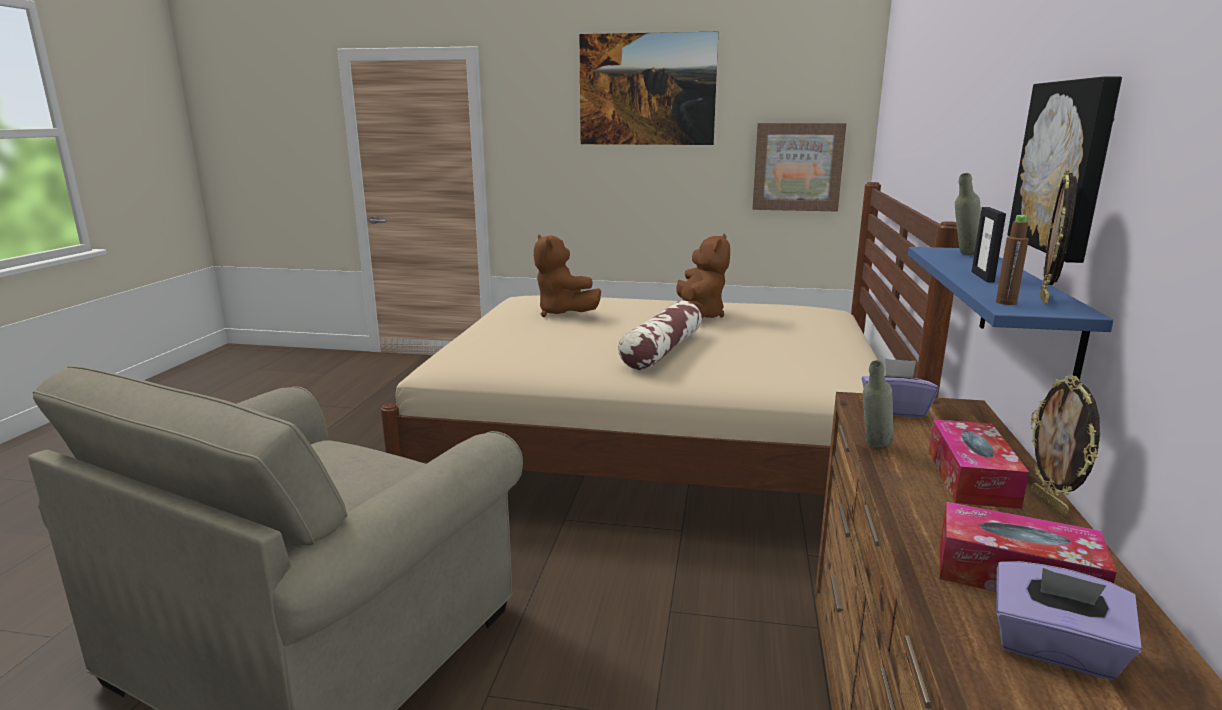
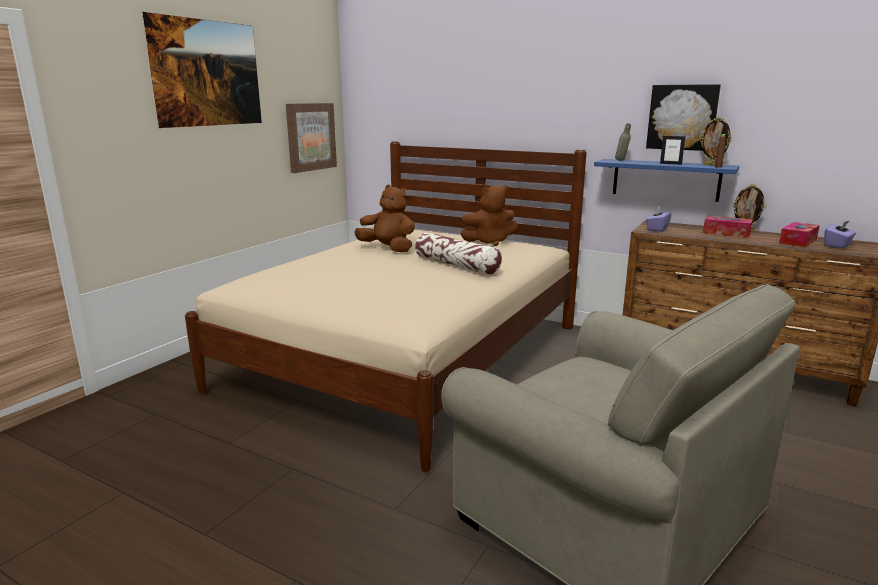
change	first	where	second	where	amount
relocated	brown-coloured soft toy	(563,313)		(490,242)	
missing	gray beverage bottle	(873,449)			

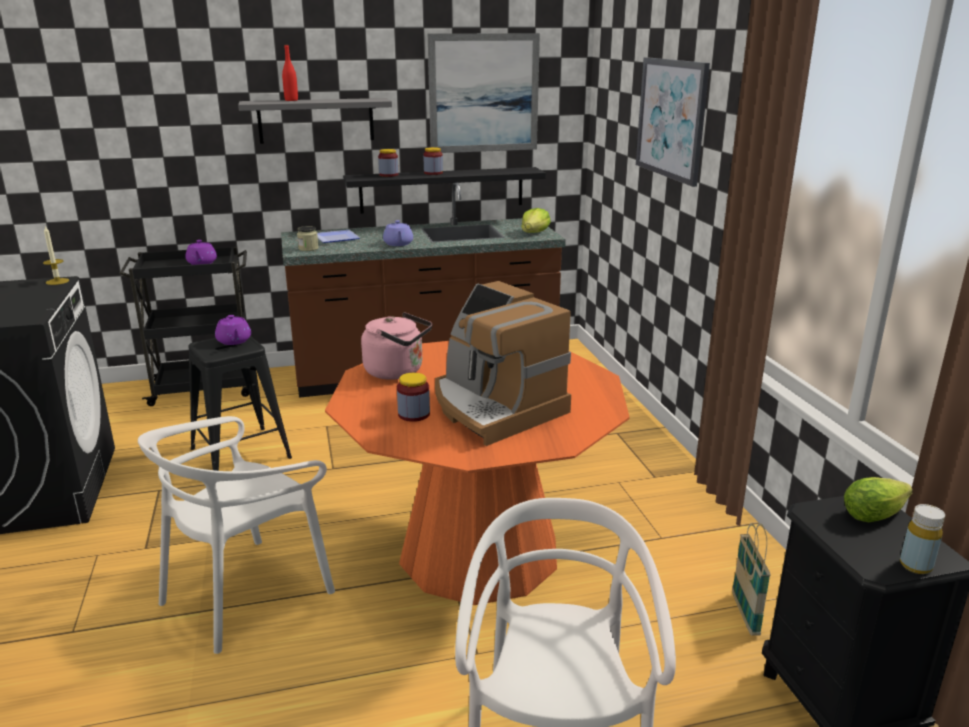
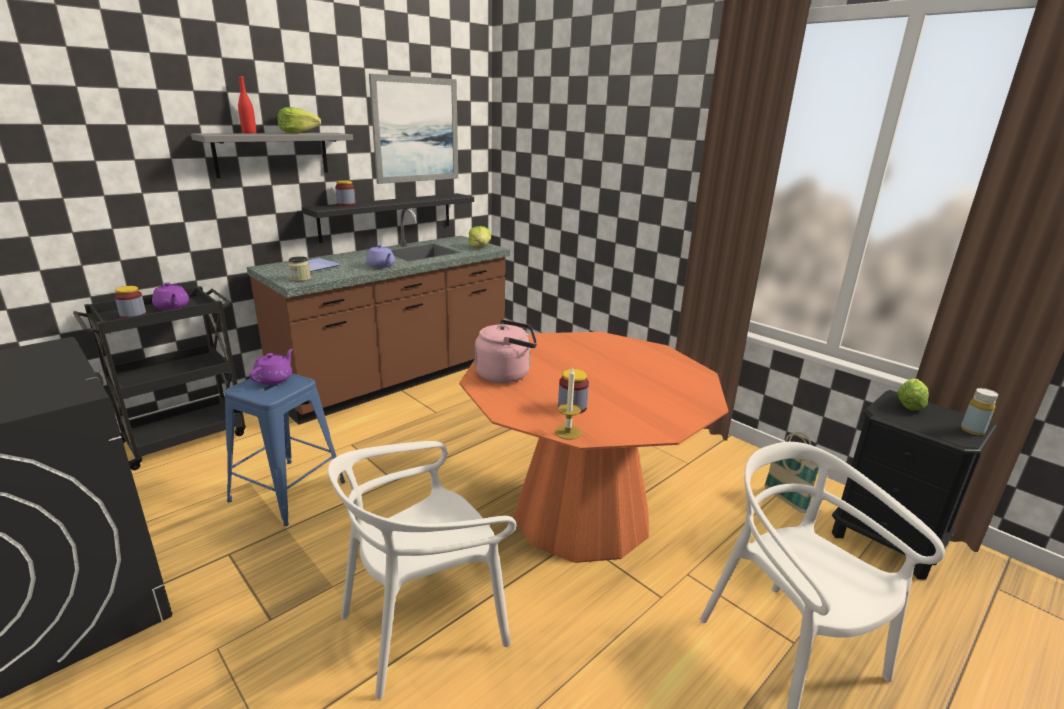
change	first	where	second	where	amount
missing	wall picture	(671,119)			
relocated	jar	(433,173)		(133,315)	
relocated	candle	(57,281)		(568,432)	
missing	coffee machine	(494,408)			
spun	purple-coloured tea pot	(234,341)		(274,379)	105 degrees counterclockwise
colour	blackish stool seat	(240,453)	blue-coloured stool seat	(288,491)	
spun	white plain chair	(246,593)		(424,624)	45 degrees clockwise
appeared			head of lettuce	(298,133)	

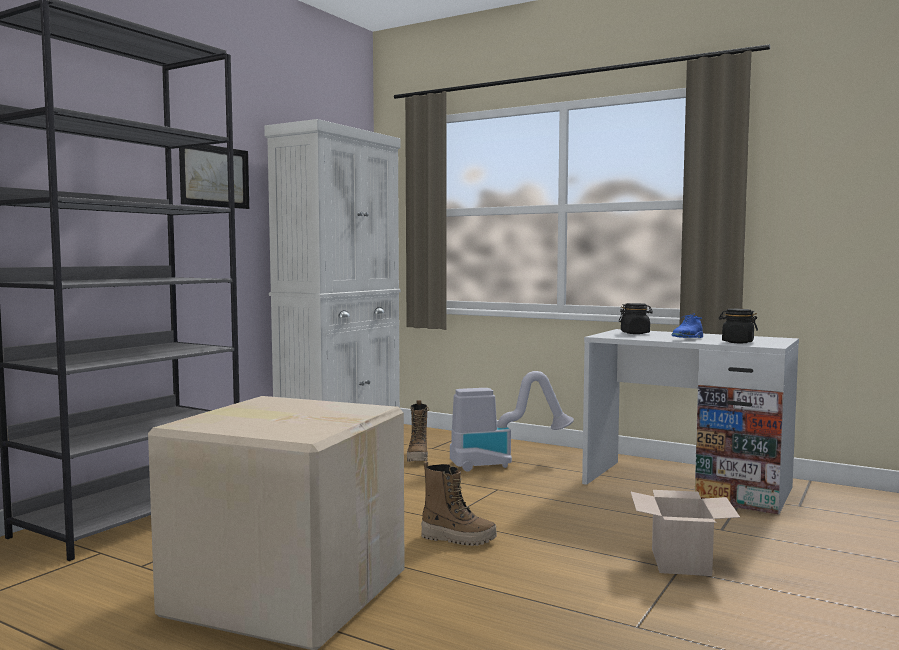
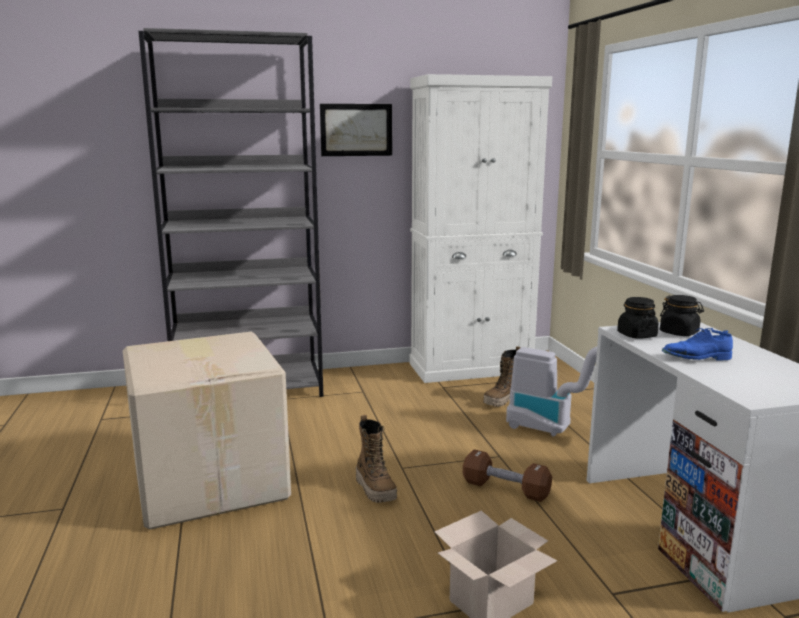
change	first	where	second	where	amount
relocated	blackish jar	(737,342)		(636,335)	
appeared			brown-coloured free weight	(505,489)	

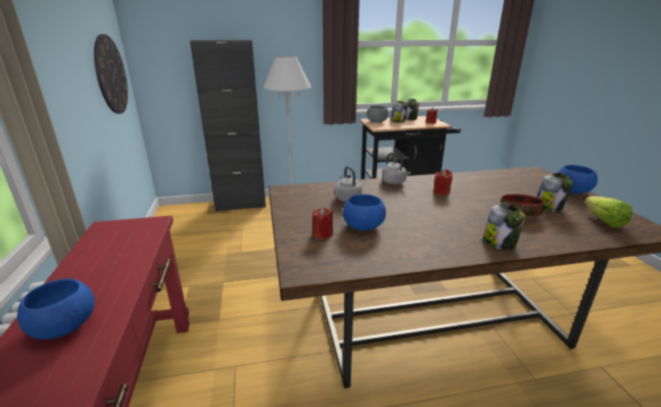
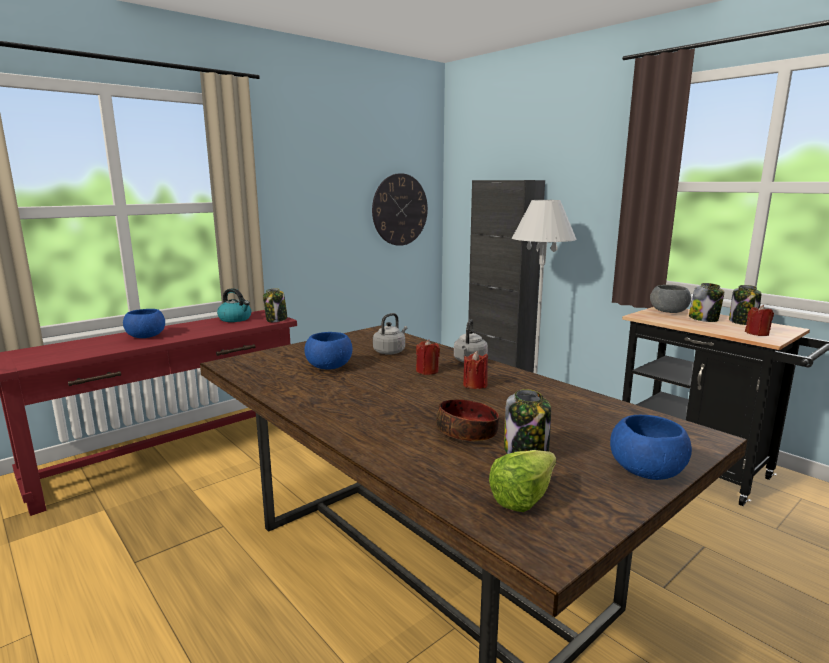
change	first	where	second	where	amount
relocated	jar	(499,243)		(276,320)	
relocated	red-coloured candle	(322,234)		(427,371)	
appeared			water kettle	(235,319)	

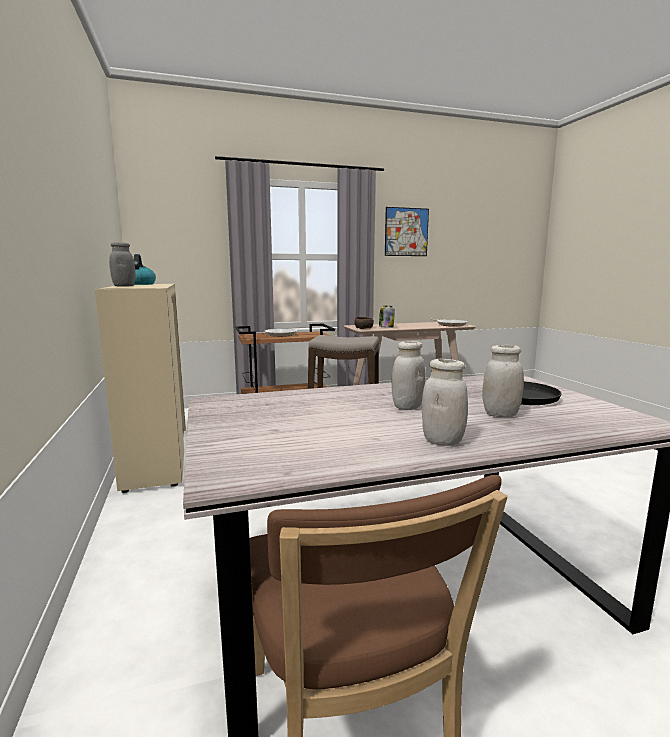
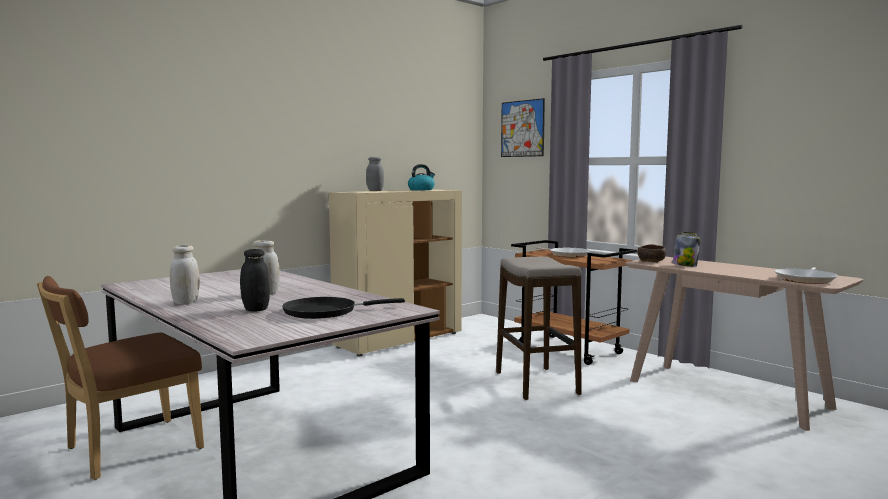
change	first	where	second	where	amount
relocated	wall picture	(406,232)		(522,128)	
colour	white jar	(500,414)	blackish jar	(255,309)	

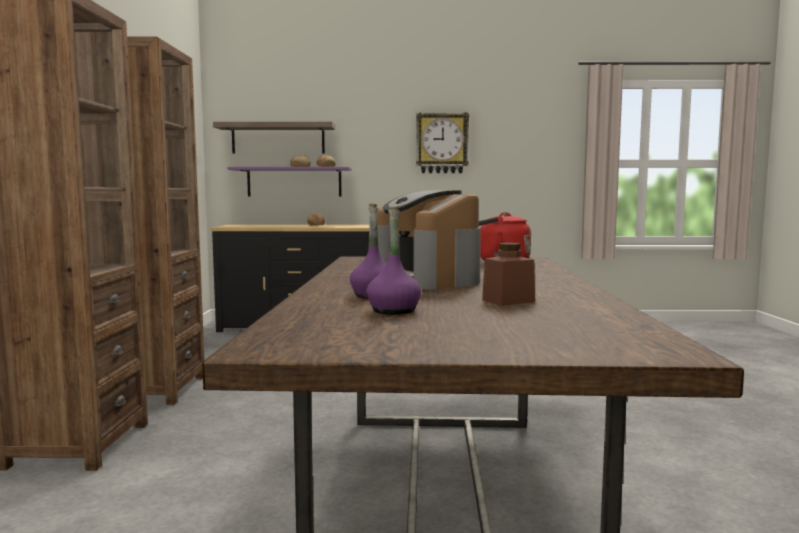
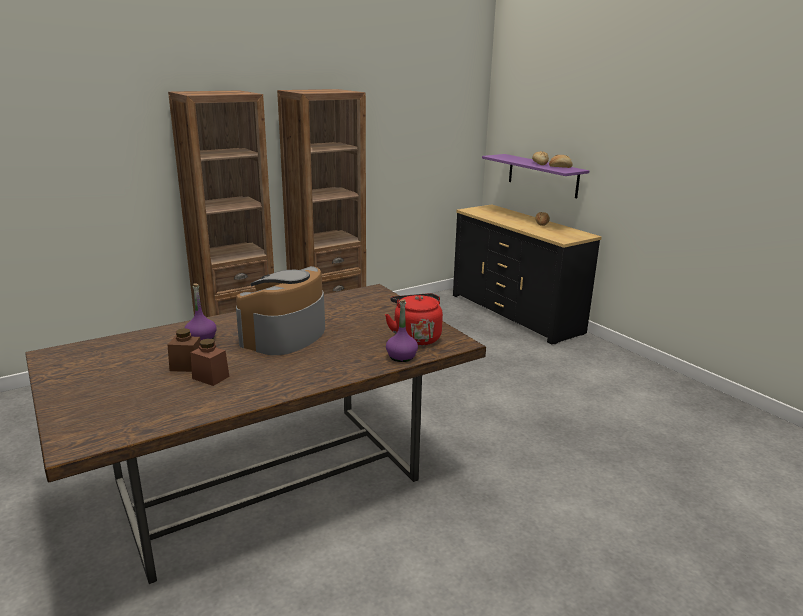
change	first	where	second	where	amount
missing	hanging clock	(442,143)			
missing	wall shelf	(278,139)			
relocated	purple-coloured beverage bottle	(393,310)		(401,357)	
appeared			brown-coloured jar	(187,366)	

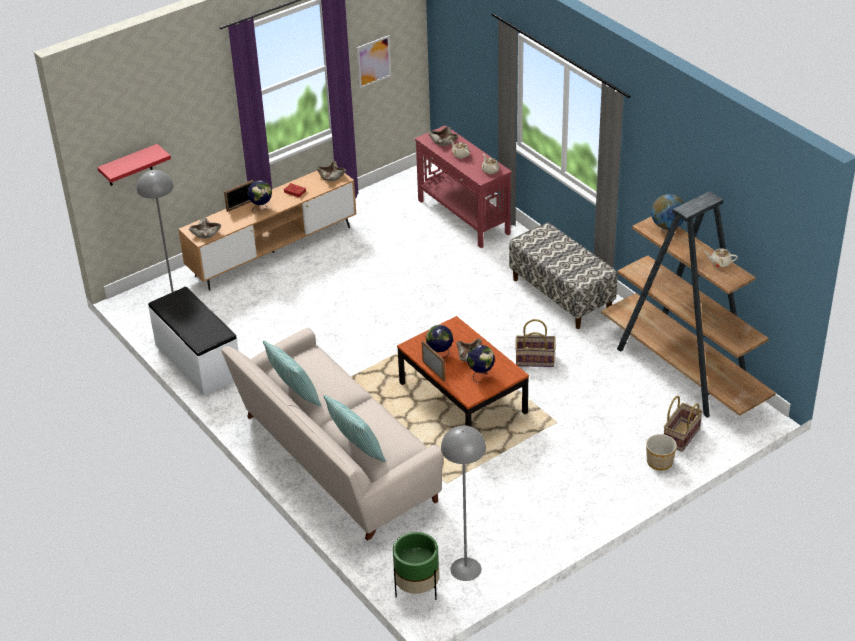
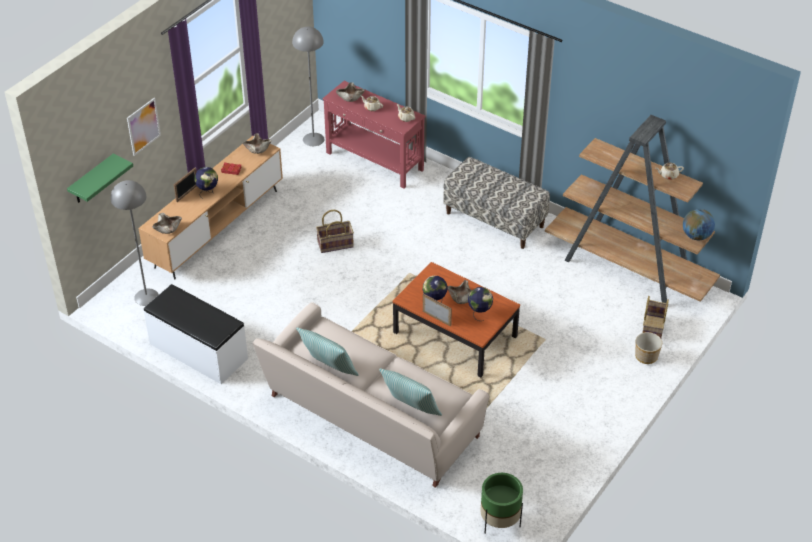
change	first	where	second	where	amount
relocated	wall picture	(373,61)		(143,126)	
colour	red-coloured wall shelf	(129,166)	green-coloured wall shelf	(92,180)	
relocated	world globe	(667,226)		(696,236)	
relocated	household basket	(535,359)		(335,244)	
relocated	gray floor lamp	(466,569)		(313,139)	

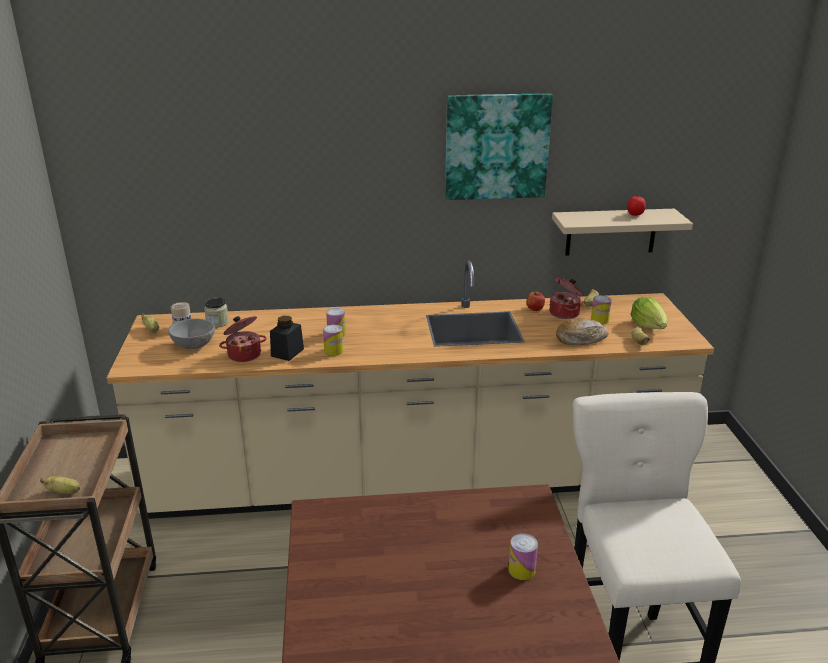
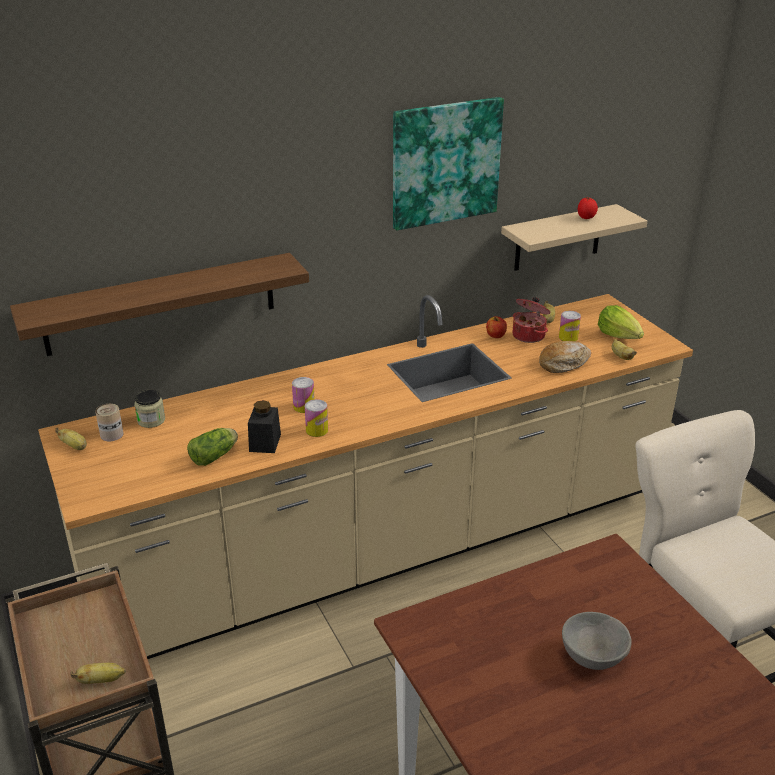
change	first	where	second	where	amount
exchanged	stockpot	(244,354)	head of lettuce	(215,456)	
relocated	gray serving bowl	(194,345)		(592,656)	
missing	can	(521,570)			
appeared			wall shelf	(161,304)	

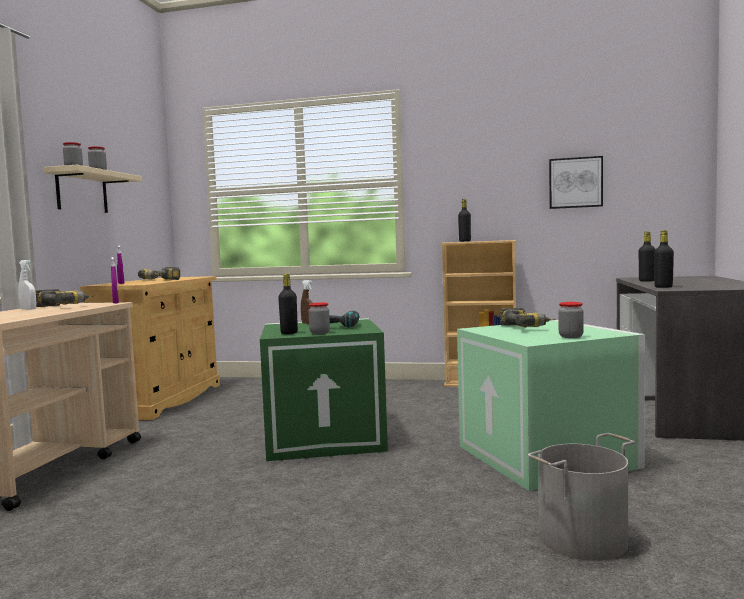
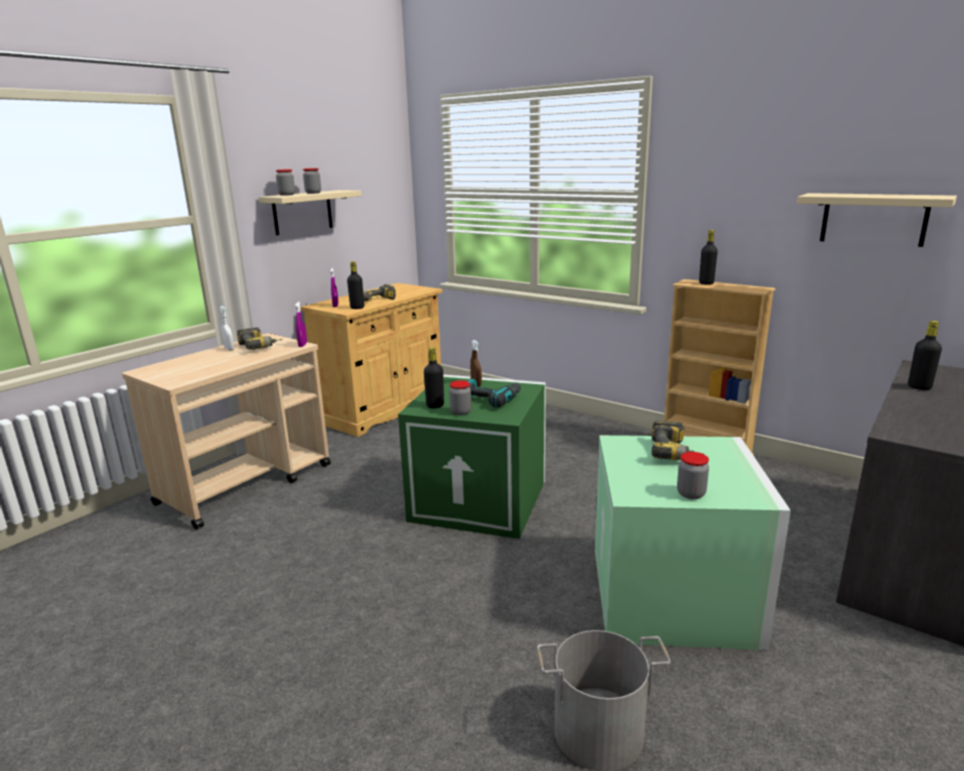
change	first	where	second	where	amount
exchanged	wall picture	(575,183)	sand-coloured wall shelf	(873,219)	
relocated	blackish beverage bottle	(663,287)		(357,308)	

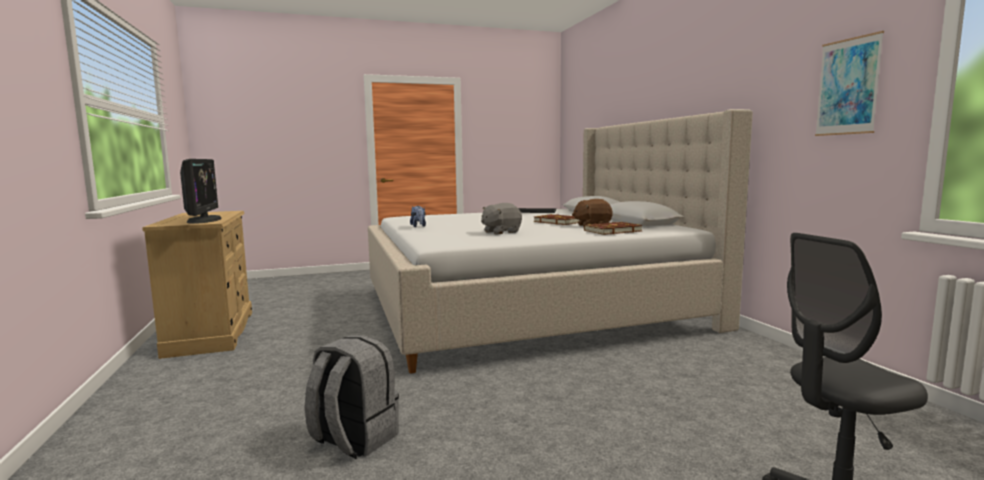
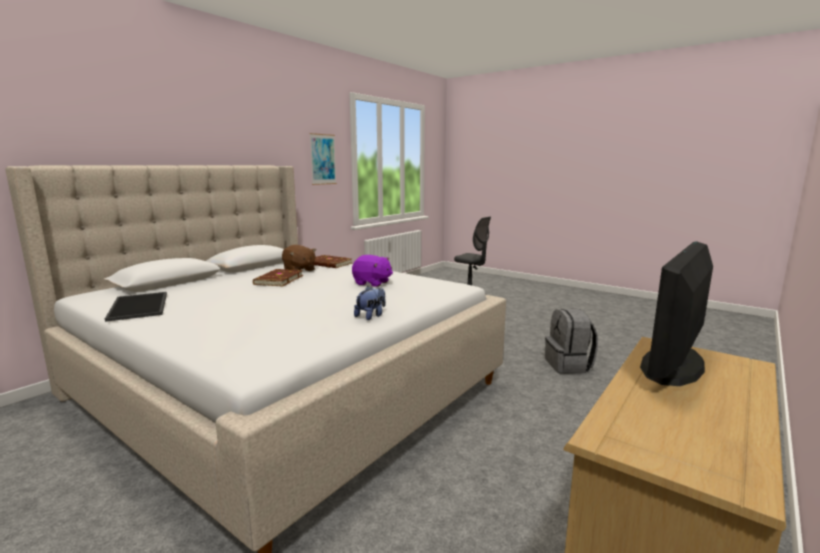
change	first	where	second	where	amount
colour	gray soft toy	(501,232)	purple-coloured soft toy	(372,283)	

